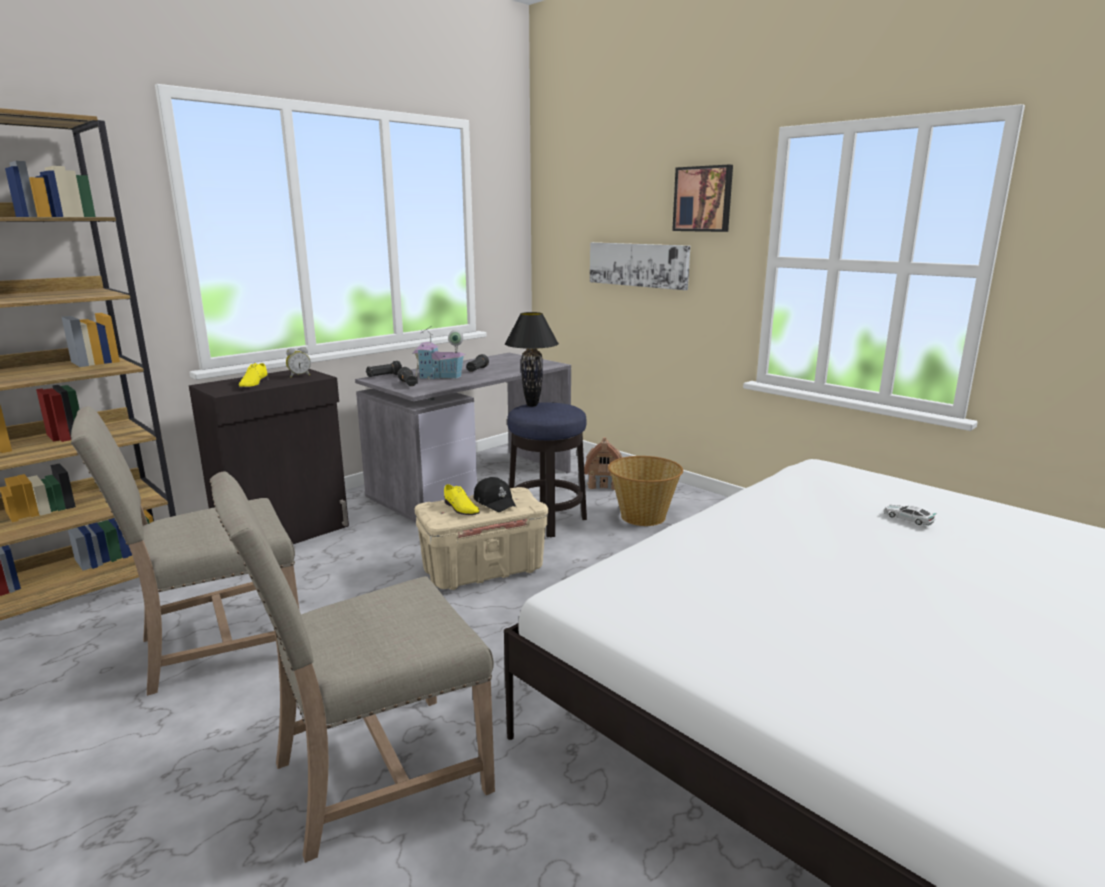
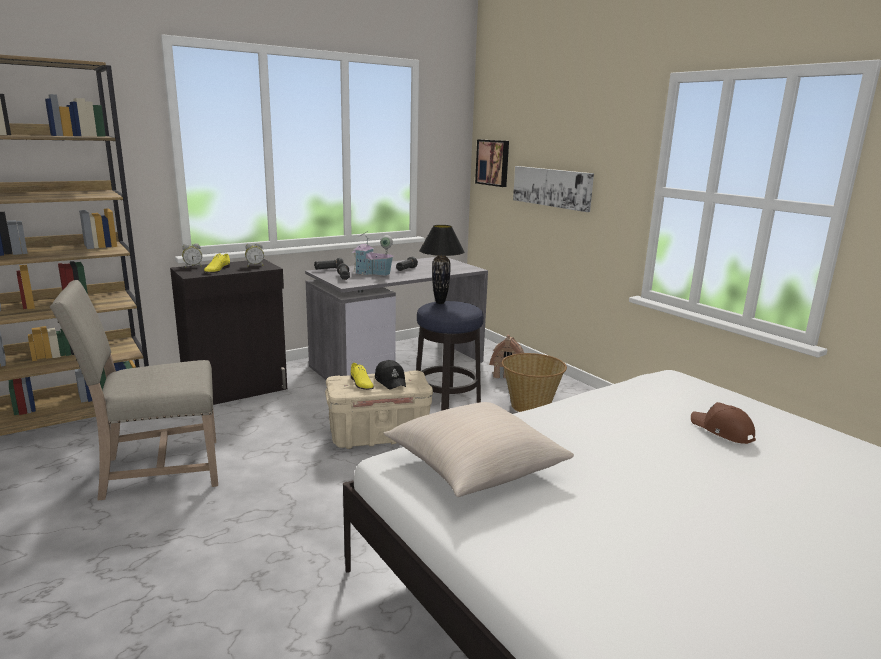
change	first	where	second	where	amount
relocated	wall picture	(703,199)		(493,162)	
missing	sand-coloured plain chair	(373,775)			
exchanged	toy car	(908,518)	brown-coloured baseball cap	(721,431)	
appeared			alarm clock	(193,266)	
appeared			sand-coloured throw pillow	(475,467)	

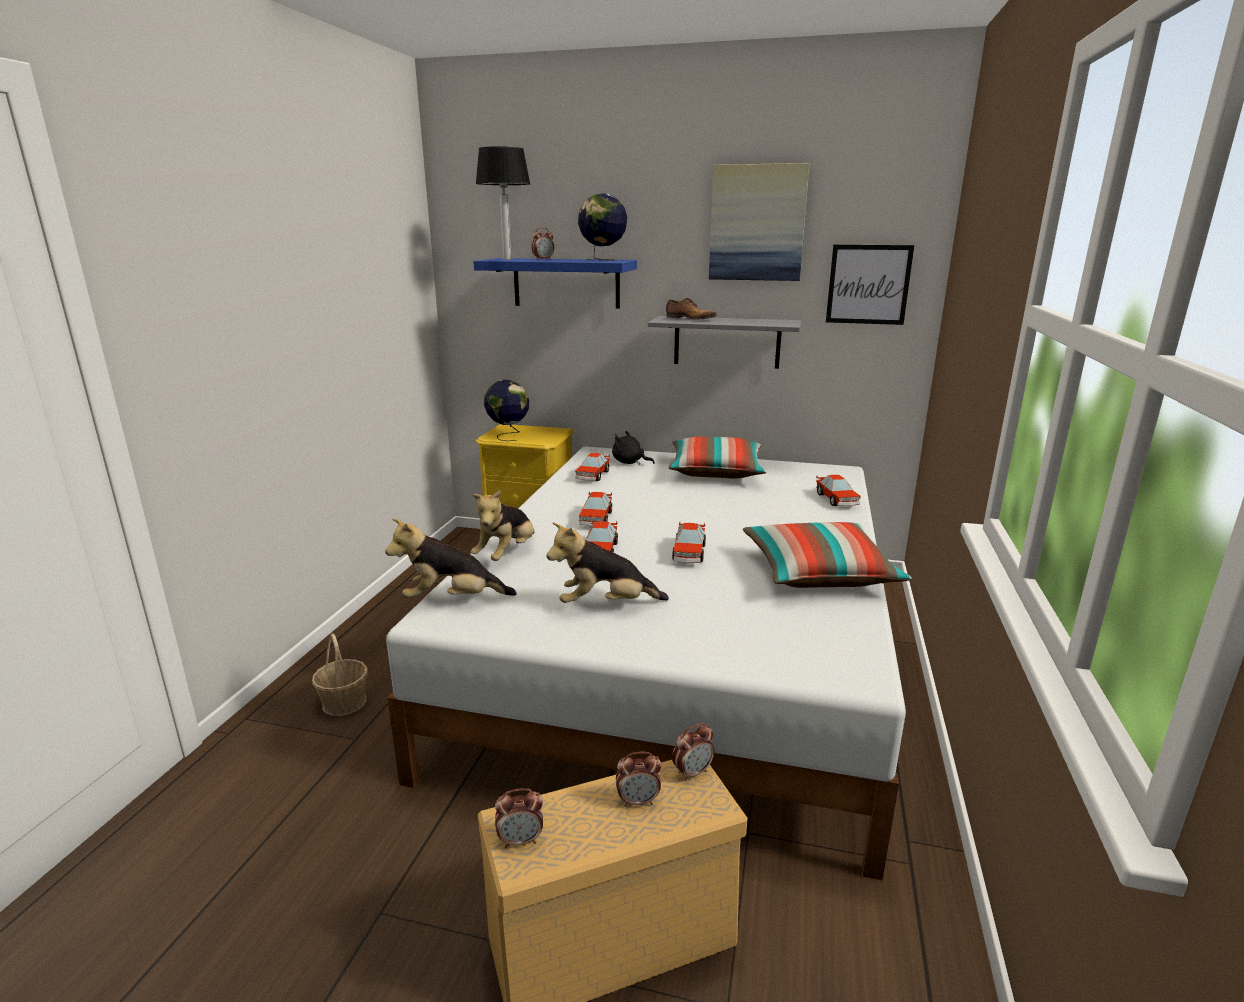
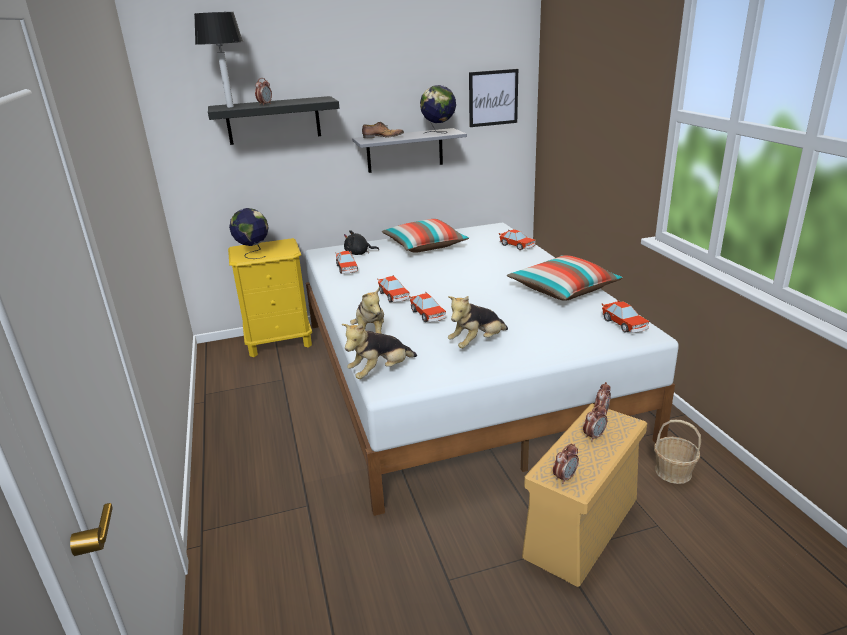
change	first	where	second	where	amount
missing	wall picture	(757,223)			
relocated	world globe	(603,260)		(439,133)	
colour	blue-coloured wall shelf	(566,283)	blackish wall shelf	(273,120)	
relocated	toy car	(689,553)		(624,324)	
relocated	household basket	(344,702)		(673,471)	

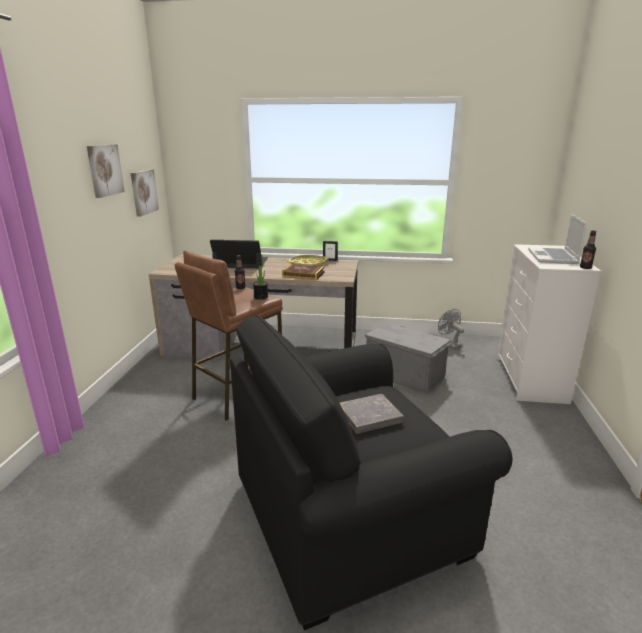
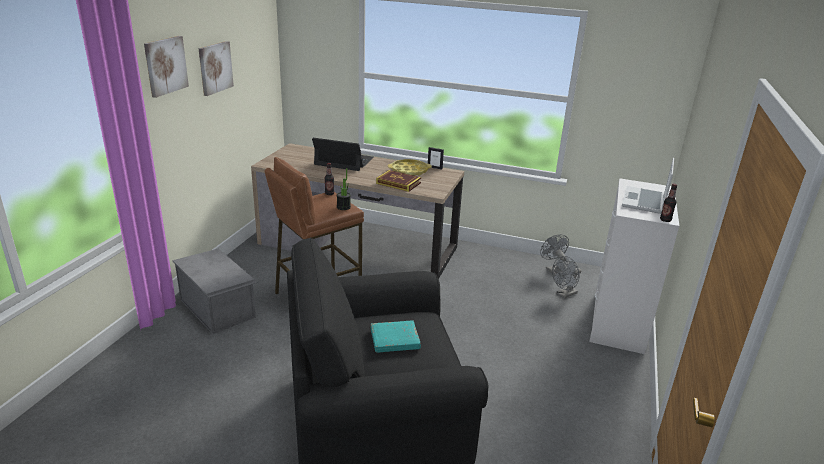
change	first	where	second	where	amount
relocated	wall picture	(143,192)		(165,65)	
relocated	gray storage bin	(404,374)		(218,307)	
colour	gray bound book	(369,417)	turquoise bound book	(395,339)	
appeared			gray electric fan	(564,294)	

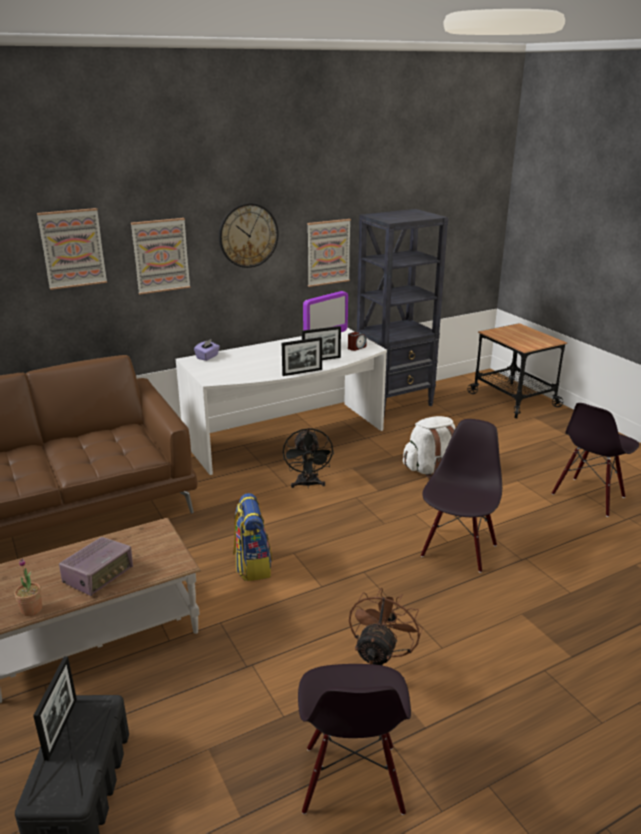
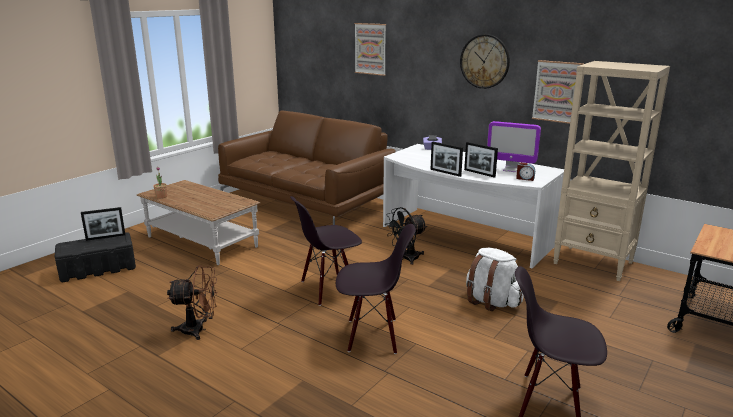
change	first	where	second	where	amount
colour	blackish shelving unit	(395,403)	sand-coloured shelving unit	(593,263)	
missing	wall picture	(161,255)			
missing	rucksack	(252,565)			
missing	radio	(99,575)			
relocated	blackish plain chair	(352,780)		(328,289)	

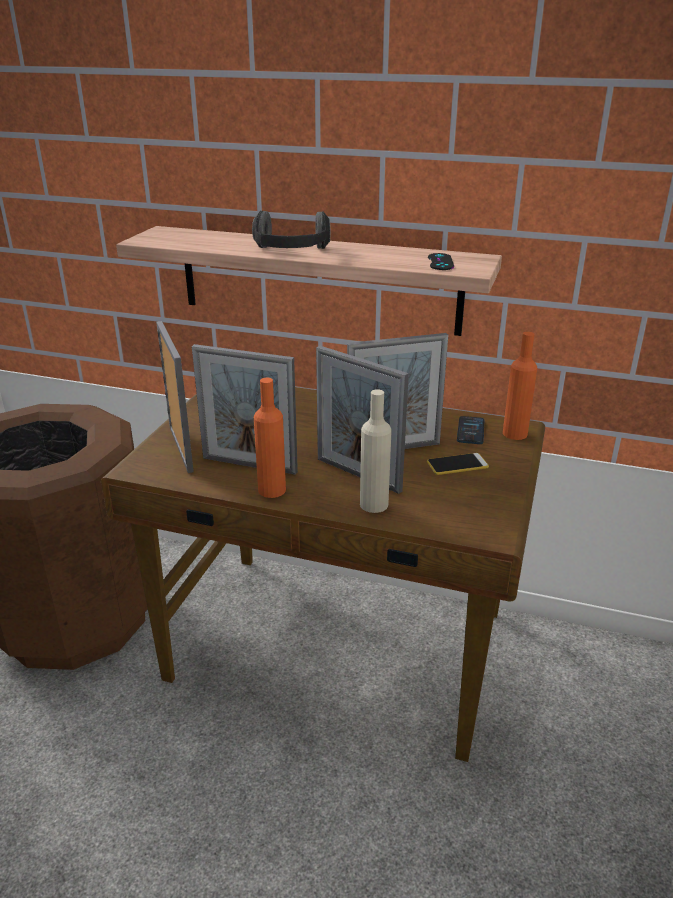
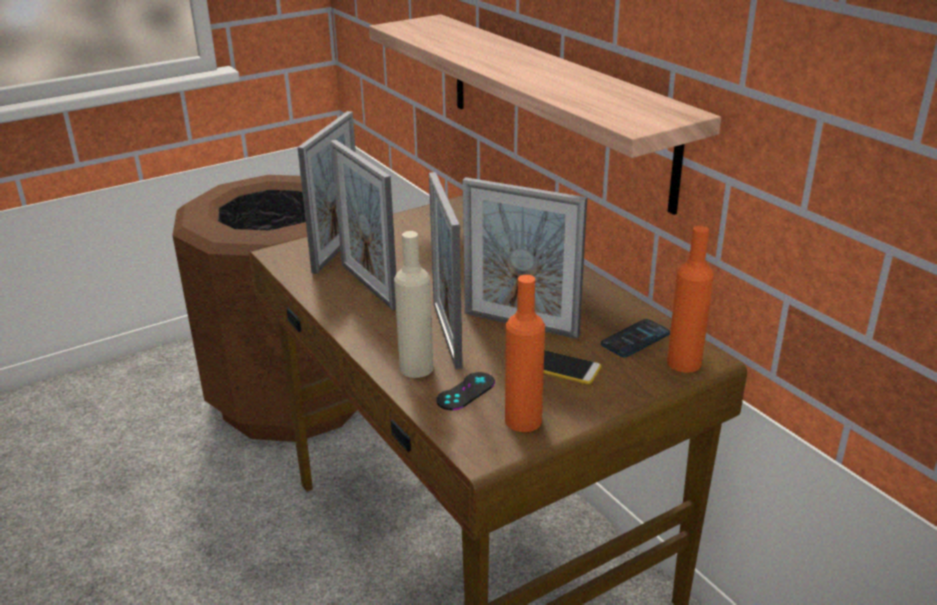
change	first	where	second	where	amount
missing	headset	(290,252)			
relocated	blackish game controller	(440,262)		(466,391)	
relocated	orange-coloured beverage bottle	(272,490)		(523,420)	

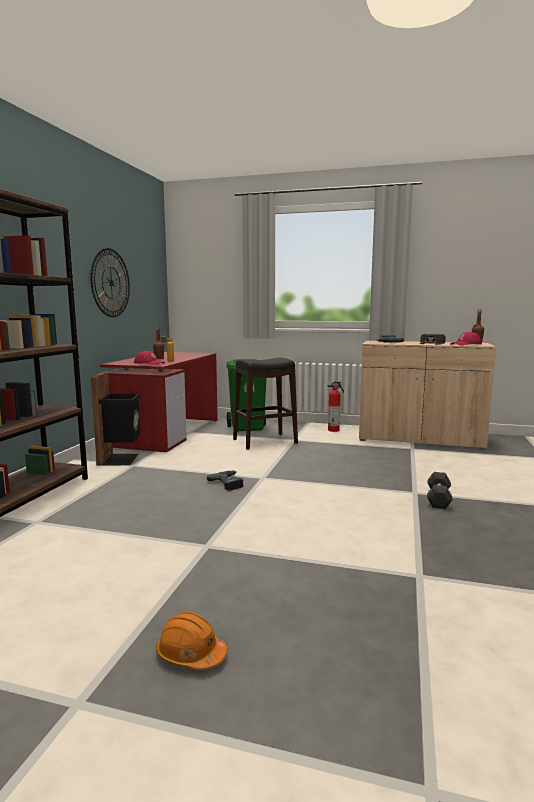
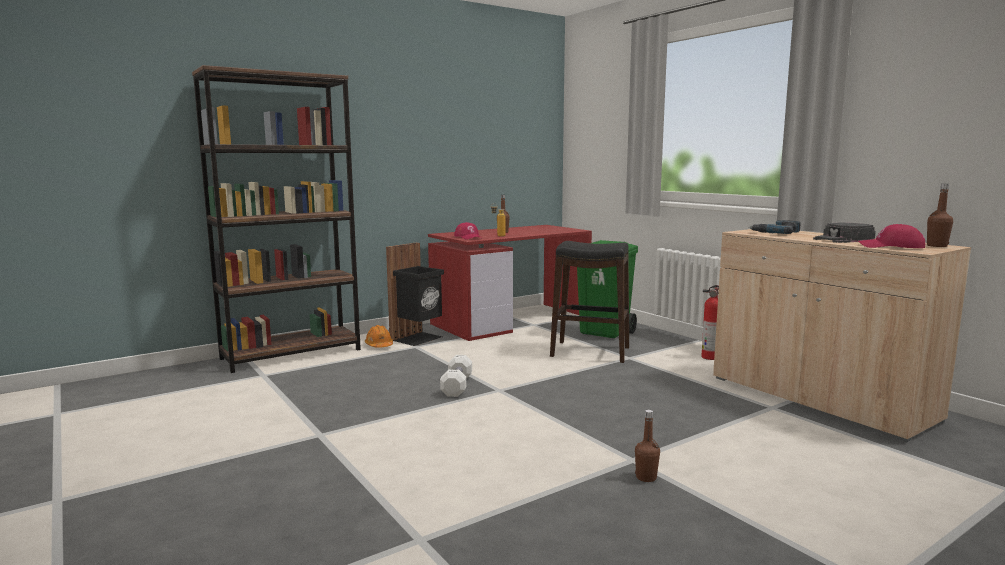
change	first	where	second	where	amount
missing	hanging clock	(111,283)			
exchanged	electric drill	(229,483)	white free weight	(457,386)	
exchanged	blackish free weight	(438,499)	brown-coloured beverage bottle	(646,477)	
relocated	orange-coloured work helmet	(190,654)		(379,345)	

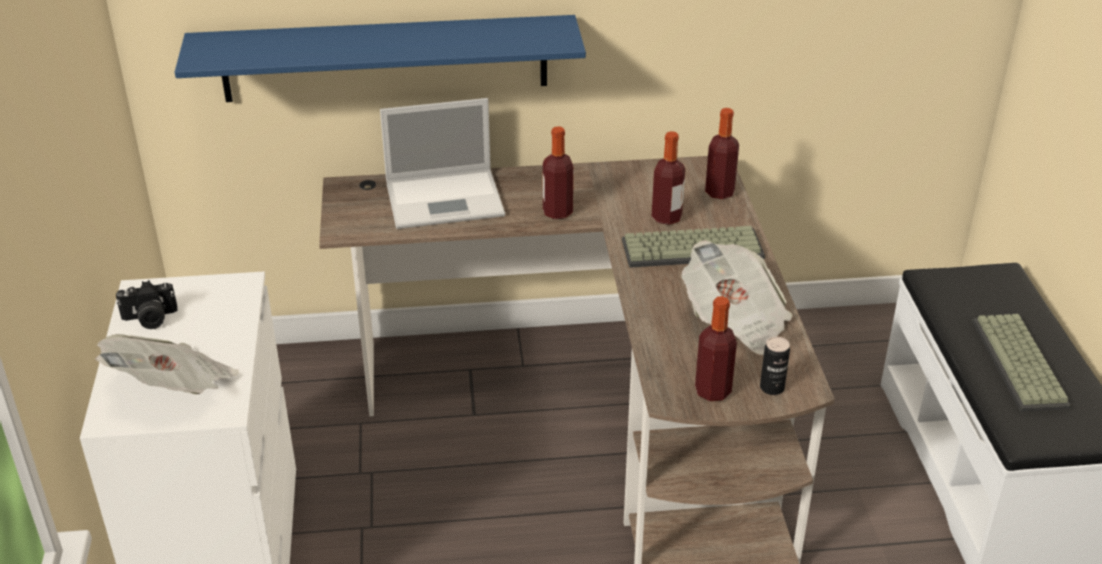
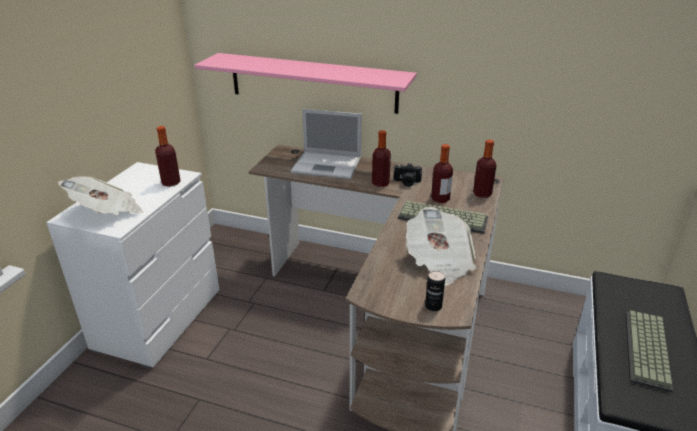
change	first	where	second	where	amount
colour	blue-coloured wall shelf	(385,58)	pink-coloured wall shelf	(312,83)	
relocated	still camera	(150,319)		(406,182)	
relocated	beverage bottle	(712,391)		(171,183)	

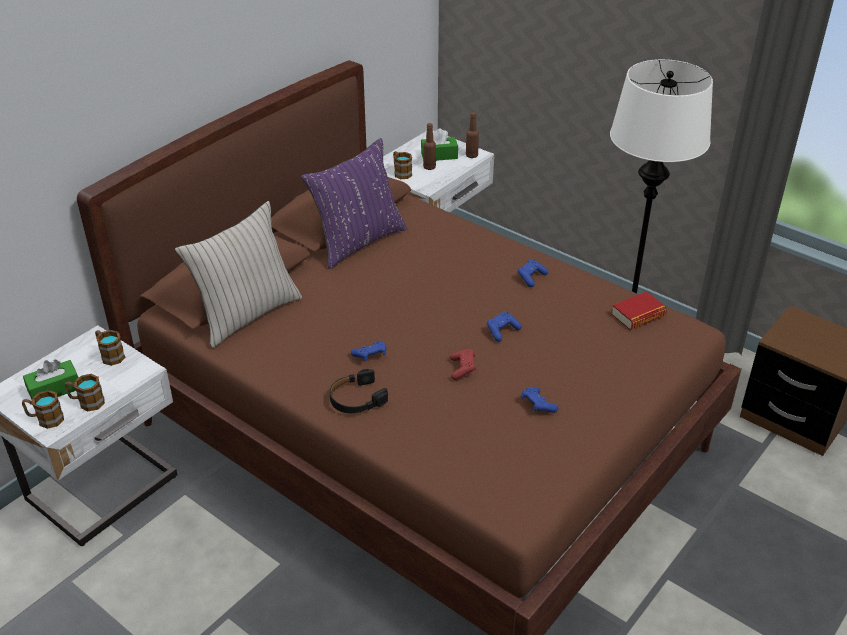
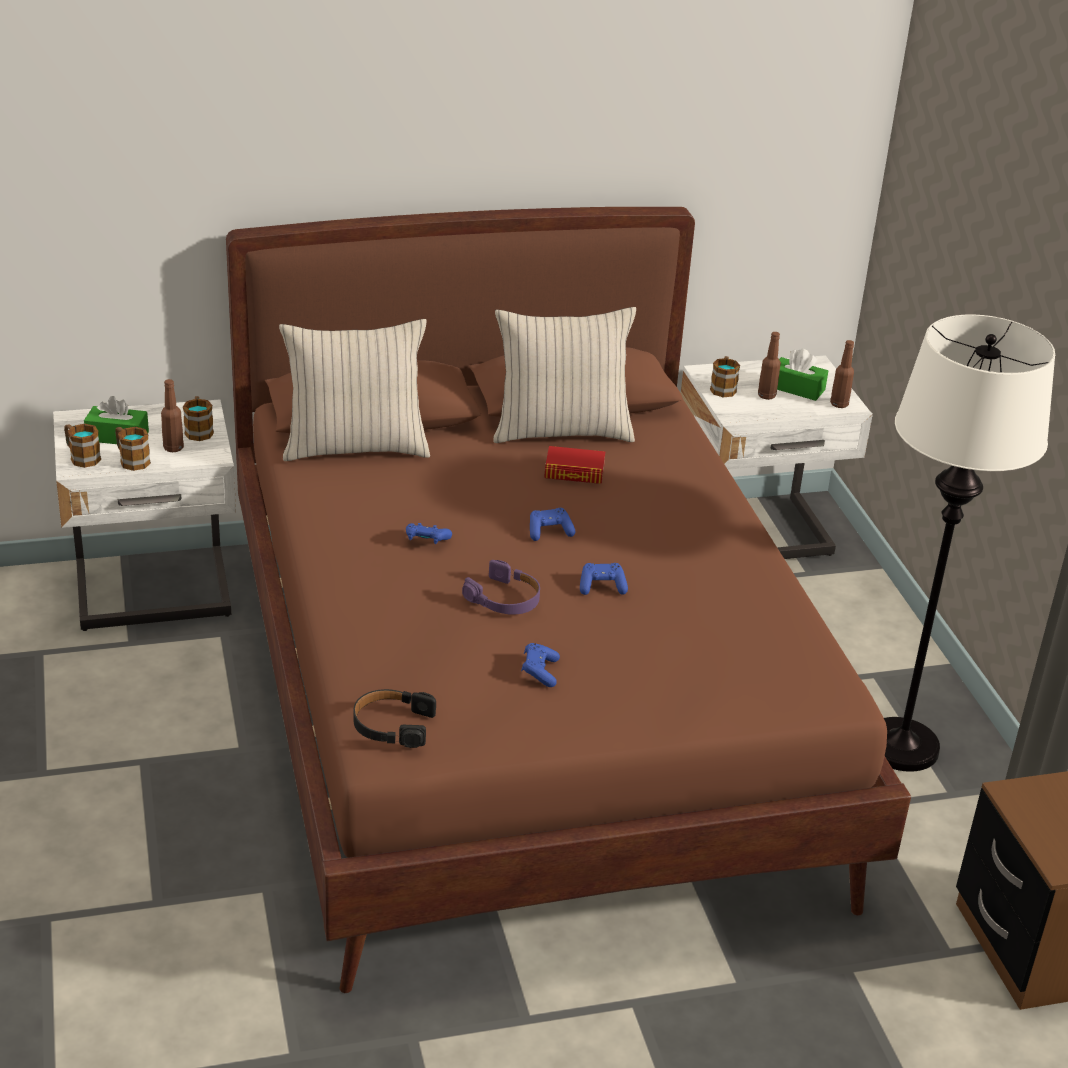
change	first	where	second	where	amount
colour	purple-coloured throw pillow	(358,242)	sand-coloured throw pillow	(561,431)	
relocated	blue-coloured game controller	(531,277)		(549,532)	
relocated	bound book	(638,315)		(574,472)	
exchanged	red-coloured game controller	(463,369)	purple-coloured headset	(504,599)	
relocated	blackish headset	(356,399)		(392,725)	
appeared			brown-coloured beverage bottle	(173,448)	

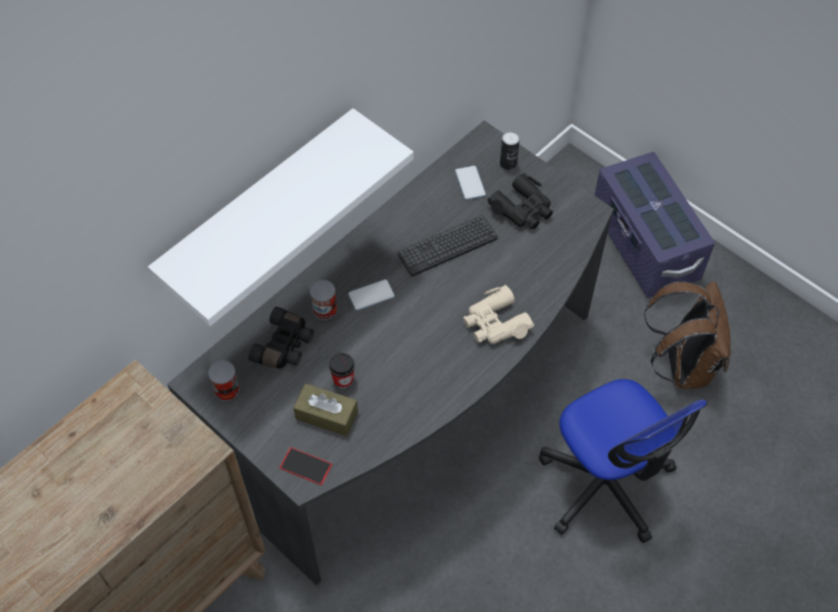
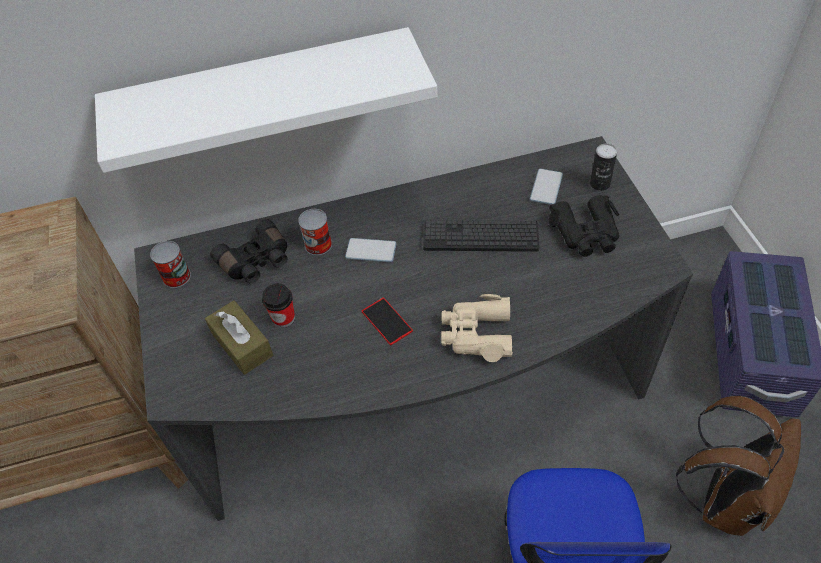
change	first	where	second	where	amount
relocated	handset	(305,466)		(387,321)	

